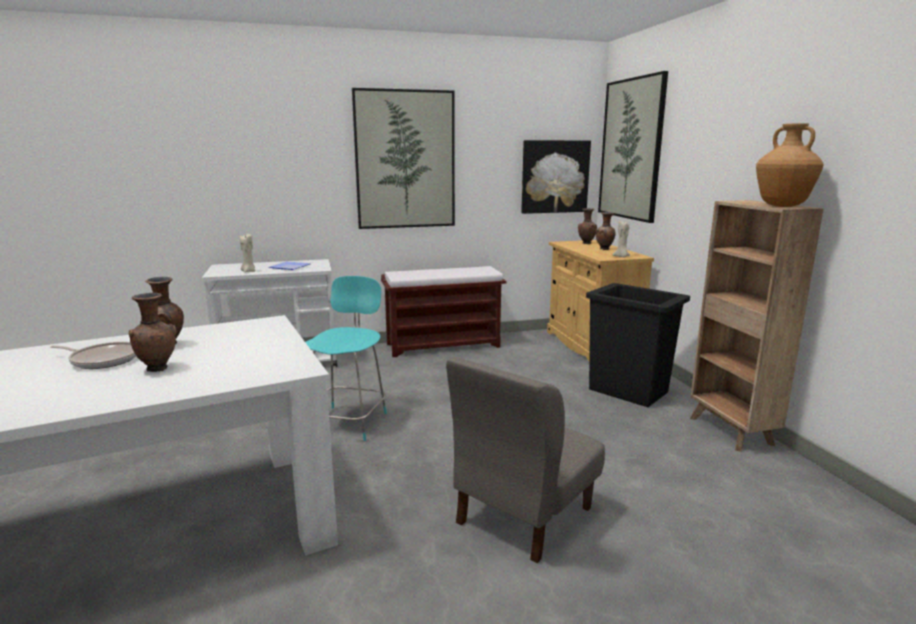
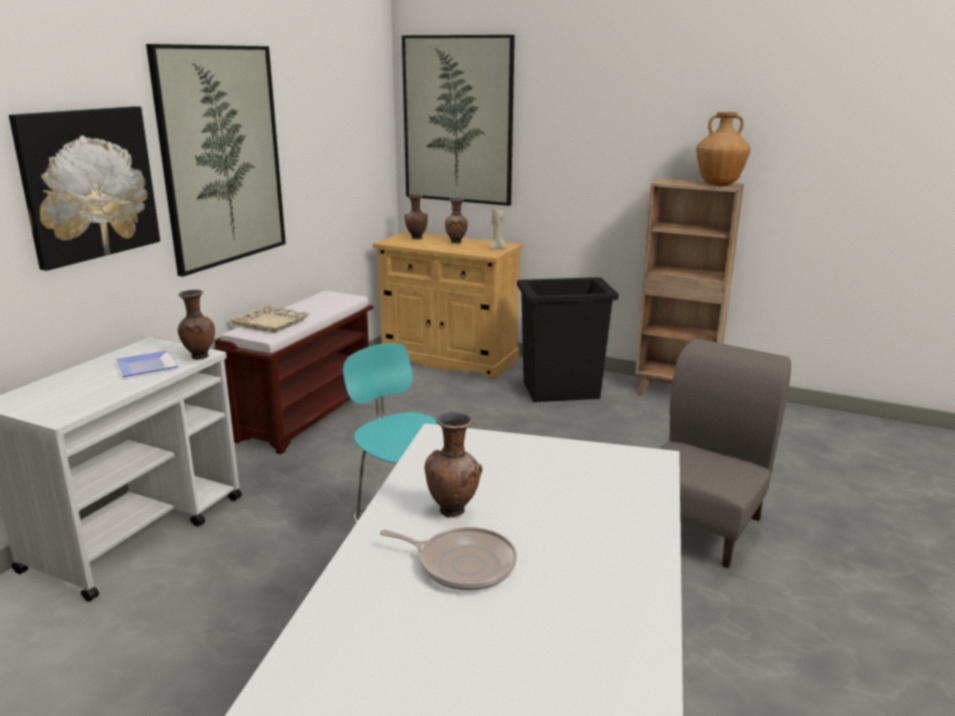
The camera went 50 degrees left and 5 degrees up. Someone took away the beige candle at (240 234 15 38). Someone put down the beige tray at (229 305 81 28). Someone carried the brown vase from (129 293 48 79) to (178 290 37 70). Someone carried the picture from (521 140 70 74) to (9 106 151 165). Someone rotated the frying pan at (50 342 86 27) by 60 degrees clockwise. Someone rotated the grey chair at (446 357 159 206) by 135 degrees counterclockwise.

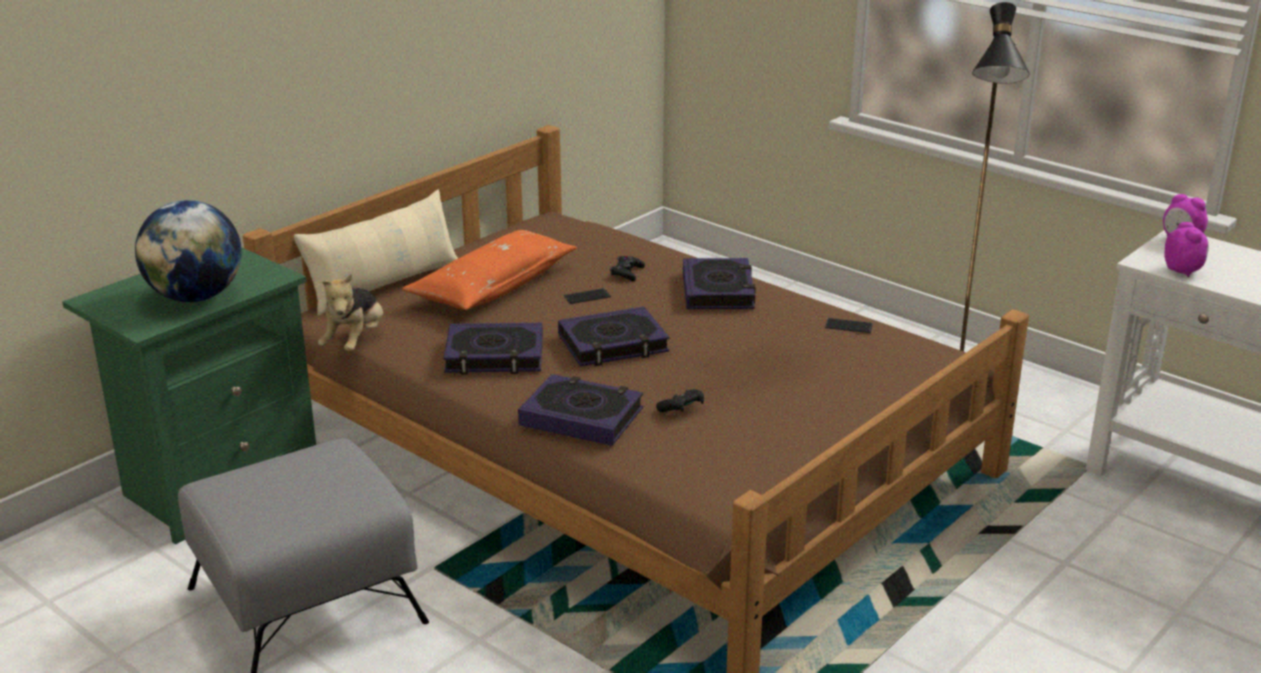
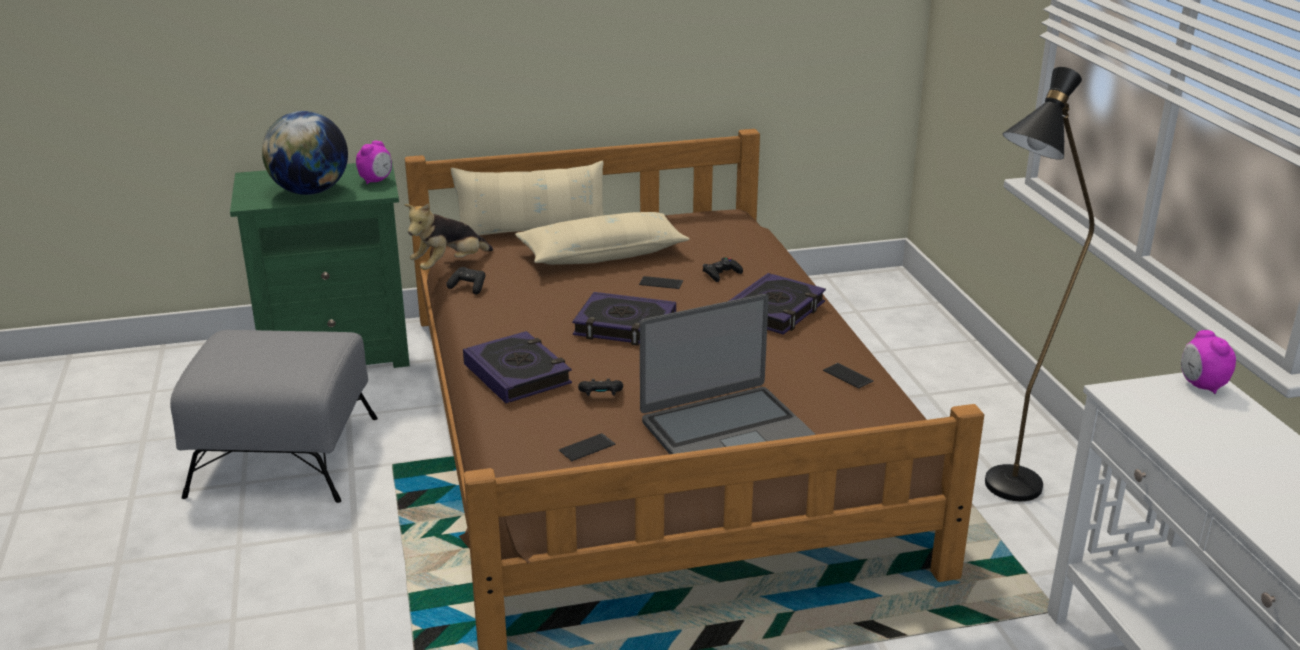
The camera went 35 degrees right and 0 degrees up. Someone took away the book at (443 323 100 52). Someone put down the black game controller at (446 267 39 28). Someone put down the phone at (559 433 57 28). Someone put down the laptop at (640 294 175 160). Someone carried the alarm clock from (1165 222 44 55) to (356 141 36 43). Someone repainted the orange pillow at (402 230 175 80), which became the beige pillow at (515 212 175 53).

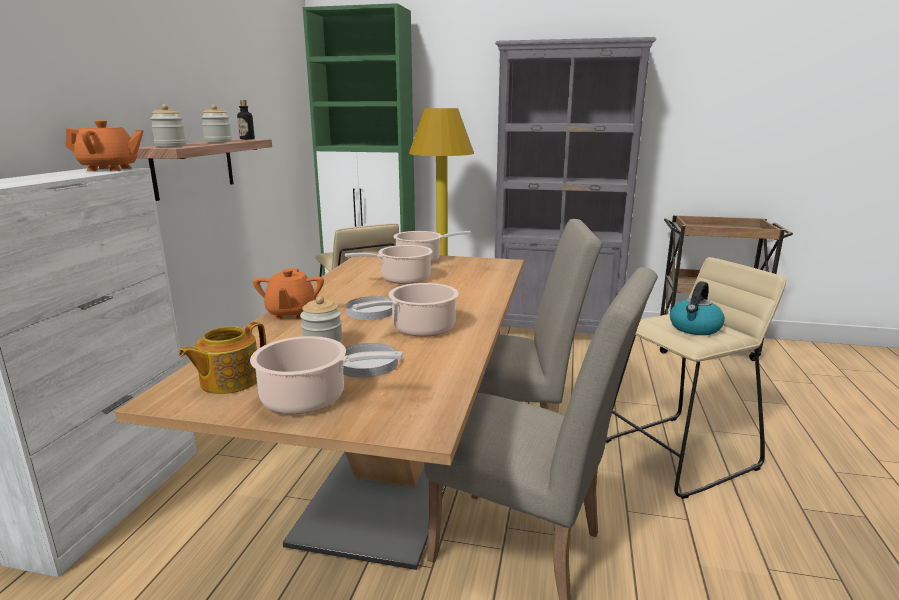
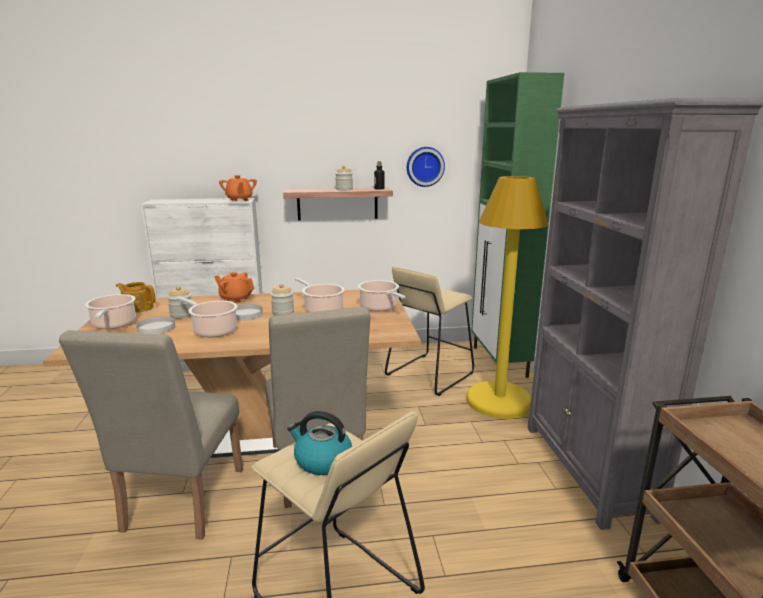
The camera went 70 degrees right and 0 degrees up. Someone put up the wall clock at (407 147 38 40). Someone carried the jar from (150 104 36 43) to (271 284 23 32). Someone rotated the orange teapot at (253 268 71 52) by 45 degrees clockwise.

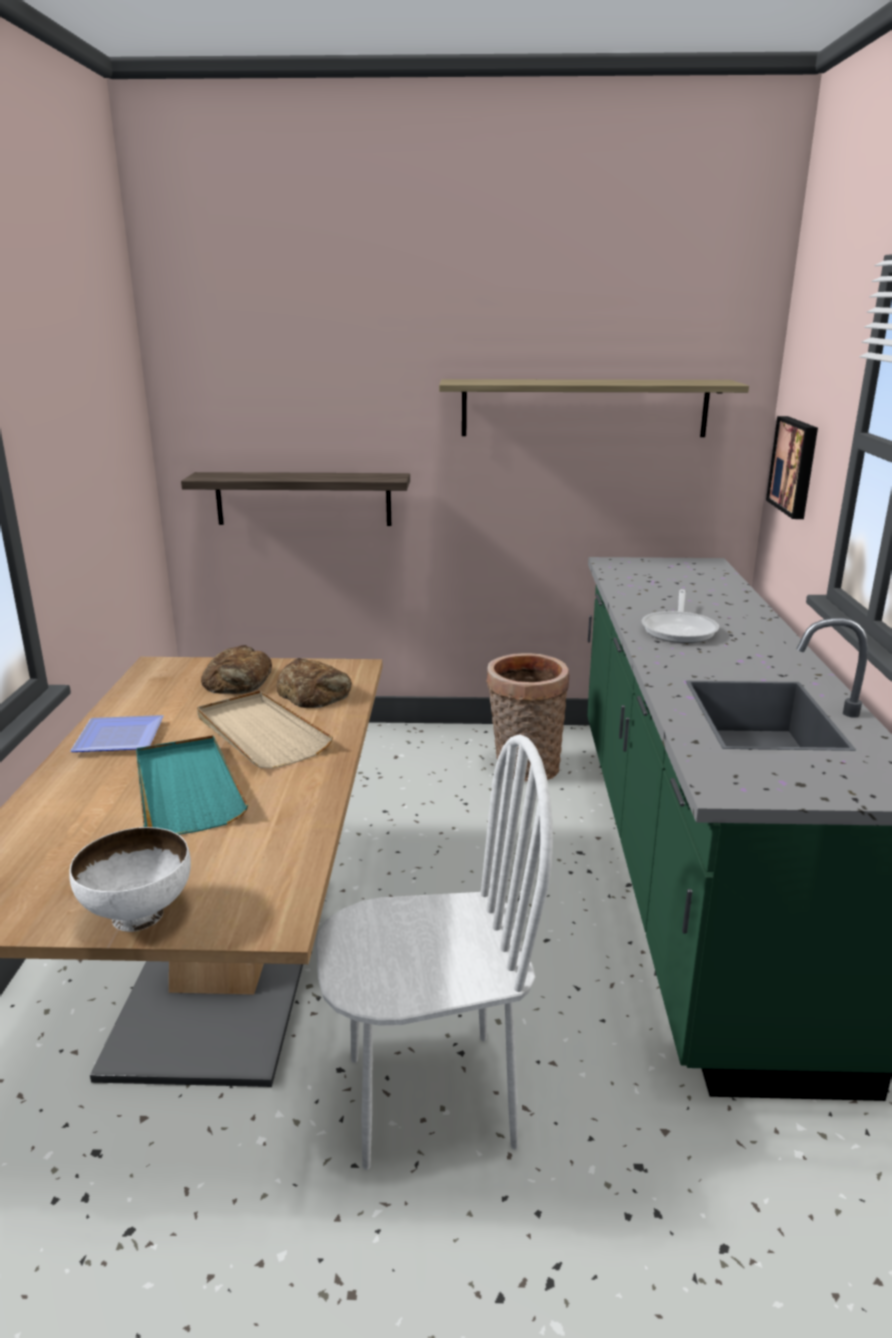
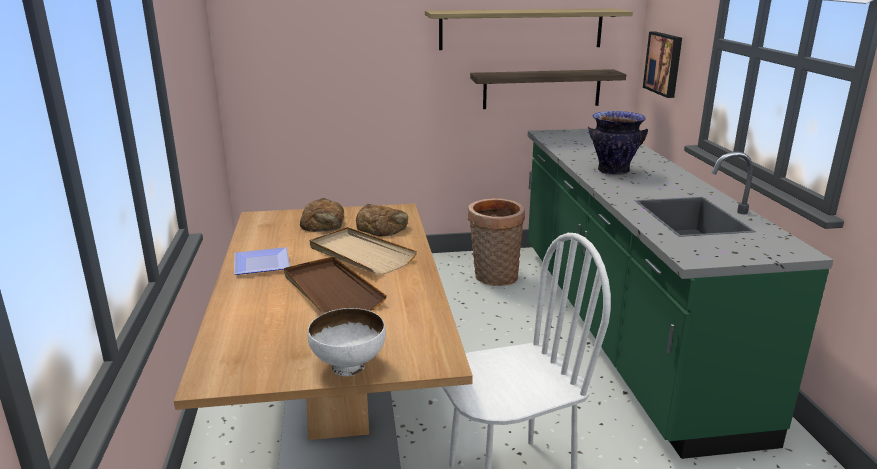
The camera went 10 degrees left and 0 degrees up. Someone carried the shelf from (181 472 229 54) to (470 69 156 40). Someone swapped the frying pan at (642 589 77 54) for the vase at (588 111 60 64). Someone repainted the turquoise tray at (136 735 112 100), which became the brown tray at (284 256 103 58).

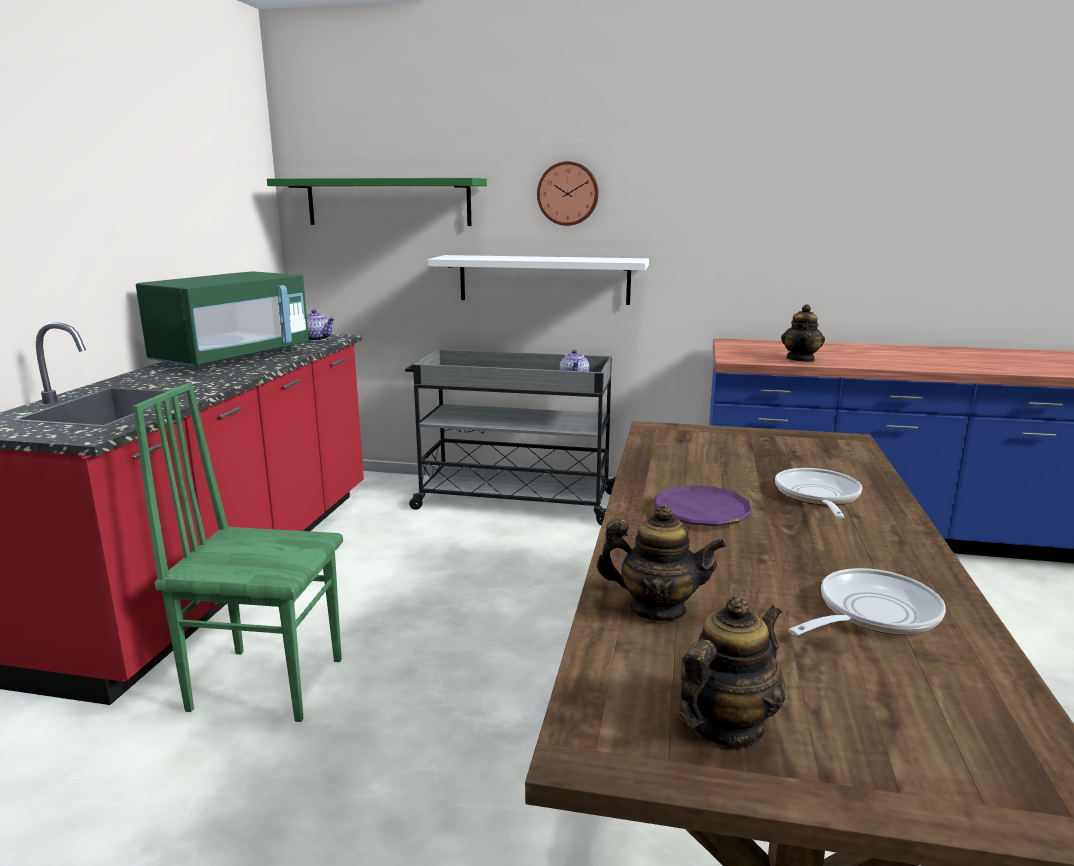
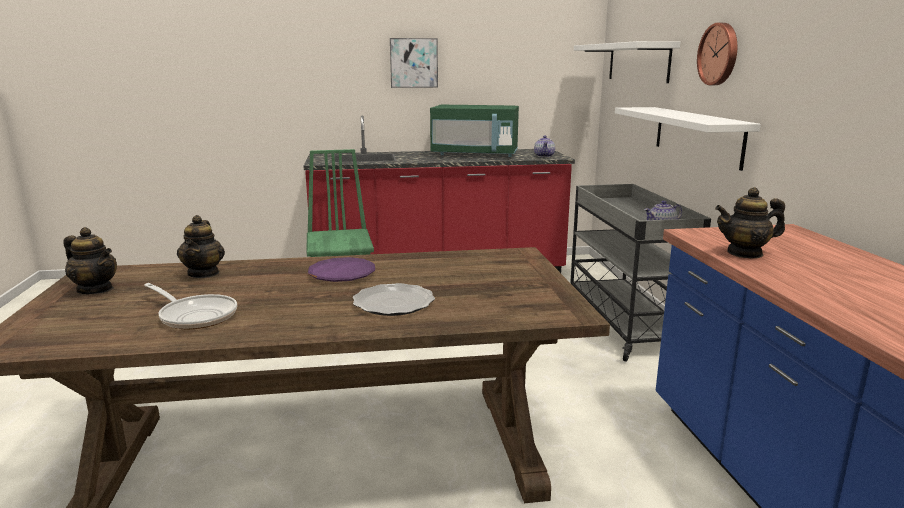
The camera went 70 degrees right and 0 degrees up. Someone put up the picture at (390 38 48 50). Someone swapped the frying pan at (775 468 87 50) for the plate at (353 283 82 33). Someone repainted the green shelf at (267 178 220 48), which became the white shelf at (574 41 106 42).

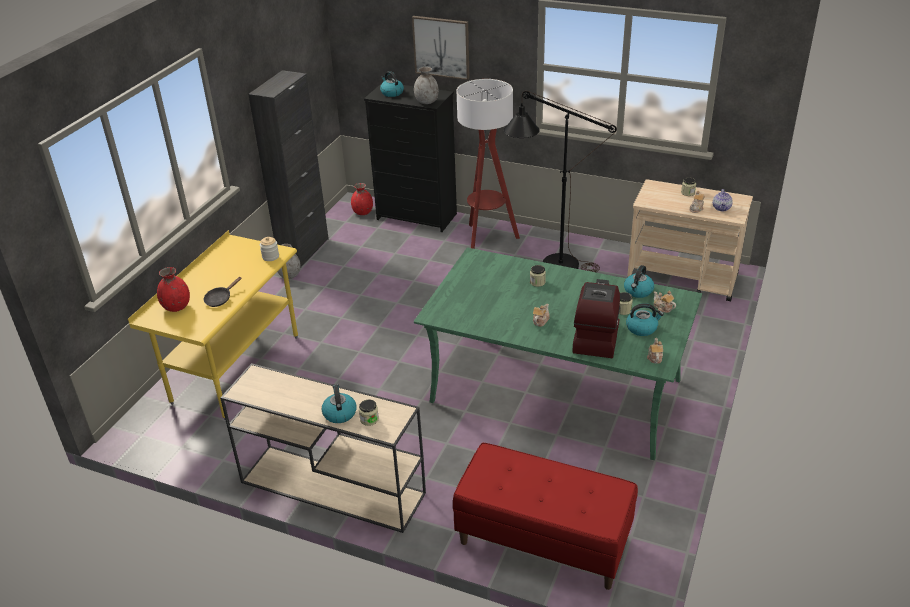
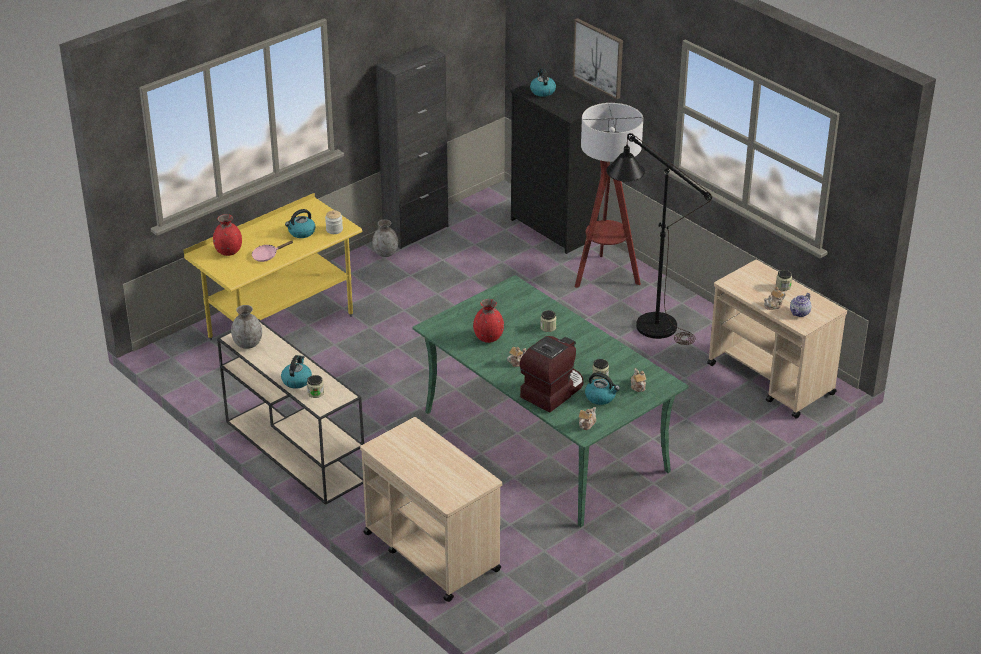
The camera went 25 degrees right and 0 degrees up. Someone carried the red vase from (351 183 22 32) to (473 299 31 44). Someone carried the grey vase from (414 67 25 37) to (231 305 31 44). Someone carried the kettle from (624 265 30 33) to (285 209 31 29). Someone swapped the red bench at (453 443 185 147) for the beige cart at (360 417 142 185). Someone repainted the black frying pan at (204 277 38 30), which became the pink frying pan at (252 240 41 22).

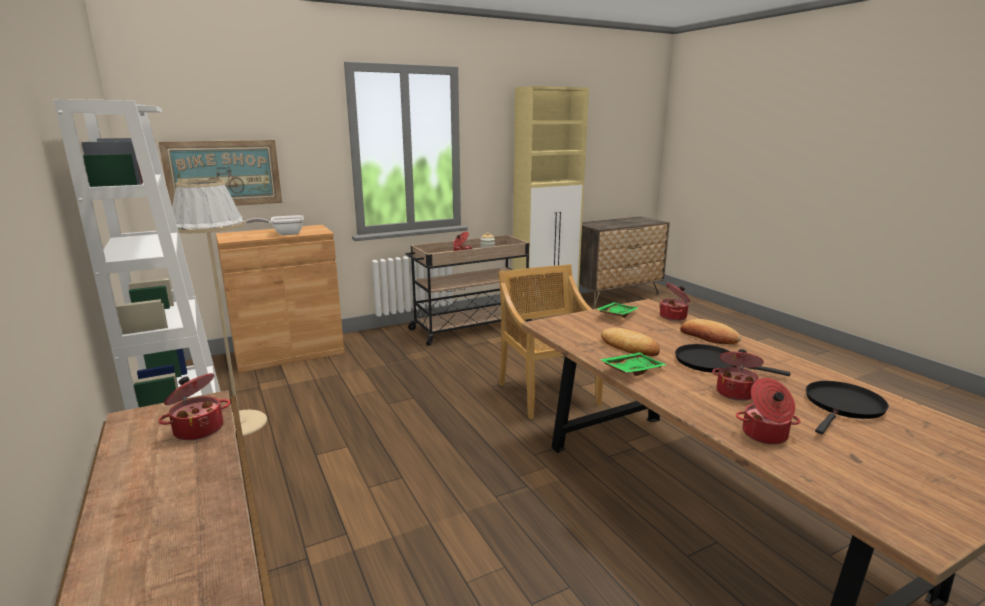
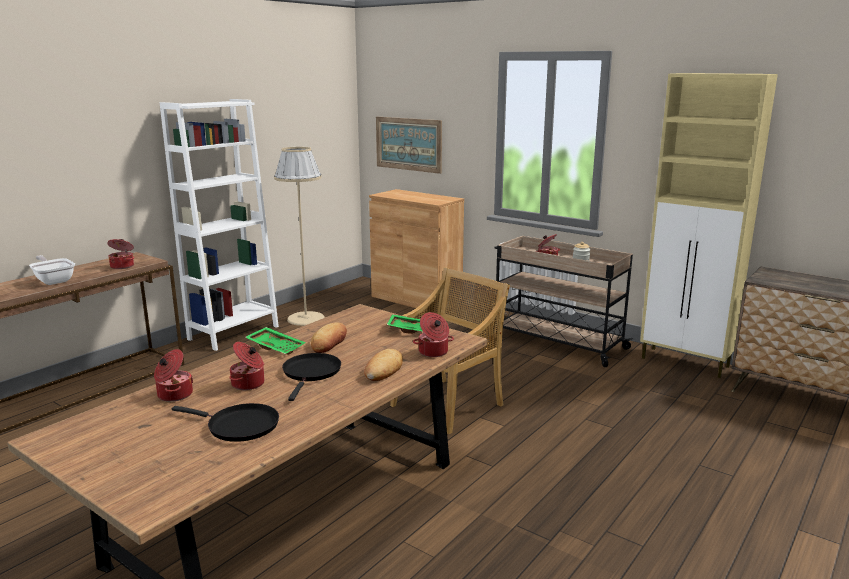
The camera went 65 degrees right and 0 degrees up. Someone carried the frying pan from (246 215 58 20) to (29 255 46 30).

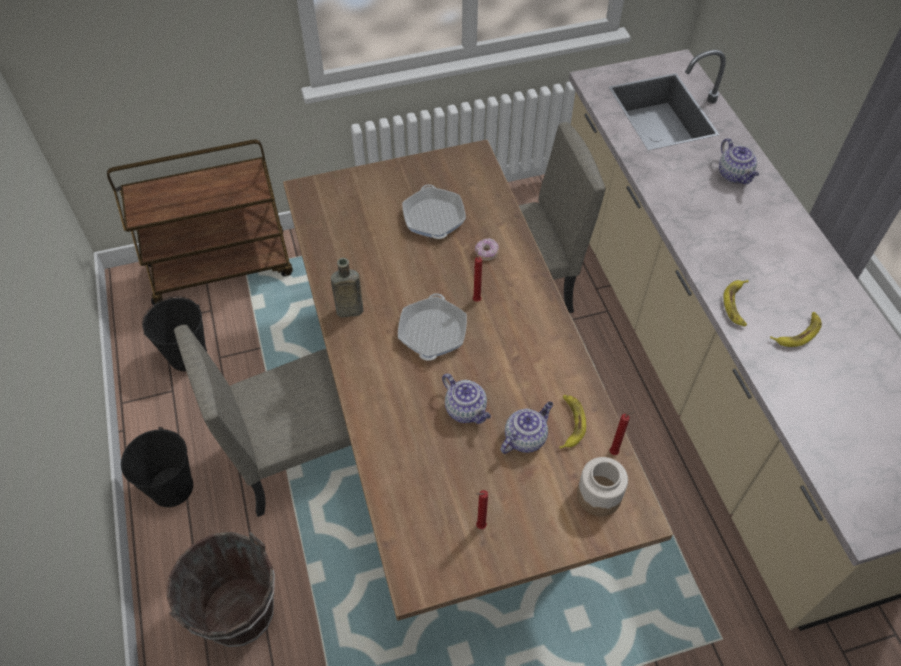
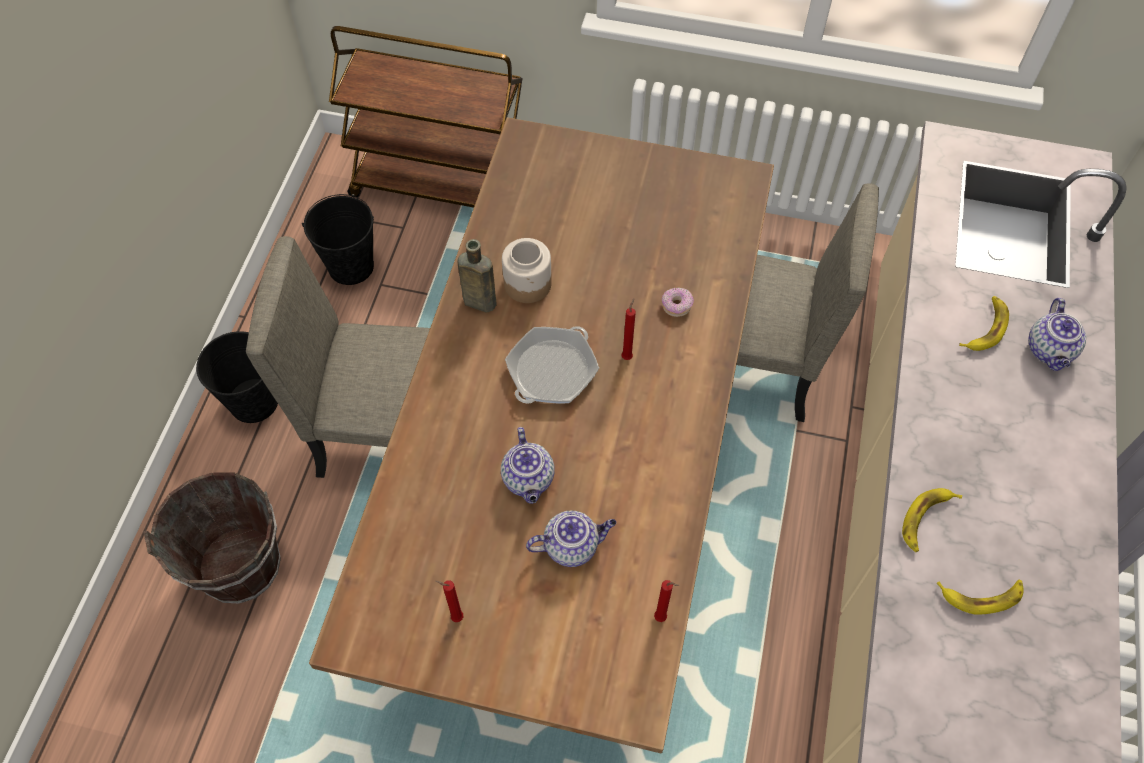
The camera went 30 degrees right and 5 degrees up. Someone took away the frying pan at (402 184 64 55). Someone carried the banana from (559 395 27 54) to (959 296 50 55). Someone carried the jar from (577 457 51 59) to (502 238 50 65).

